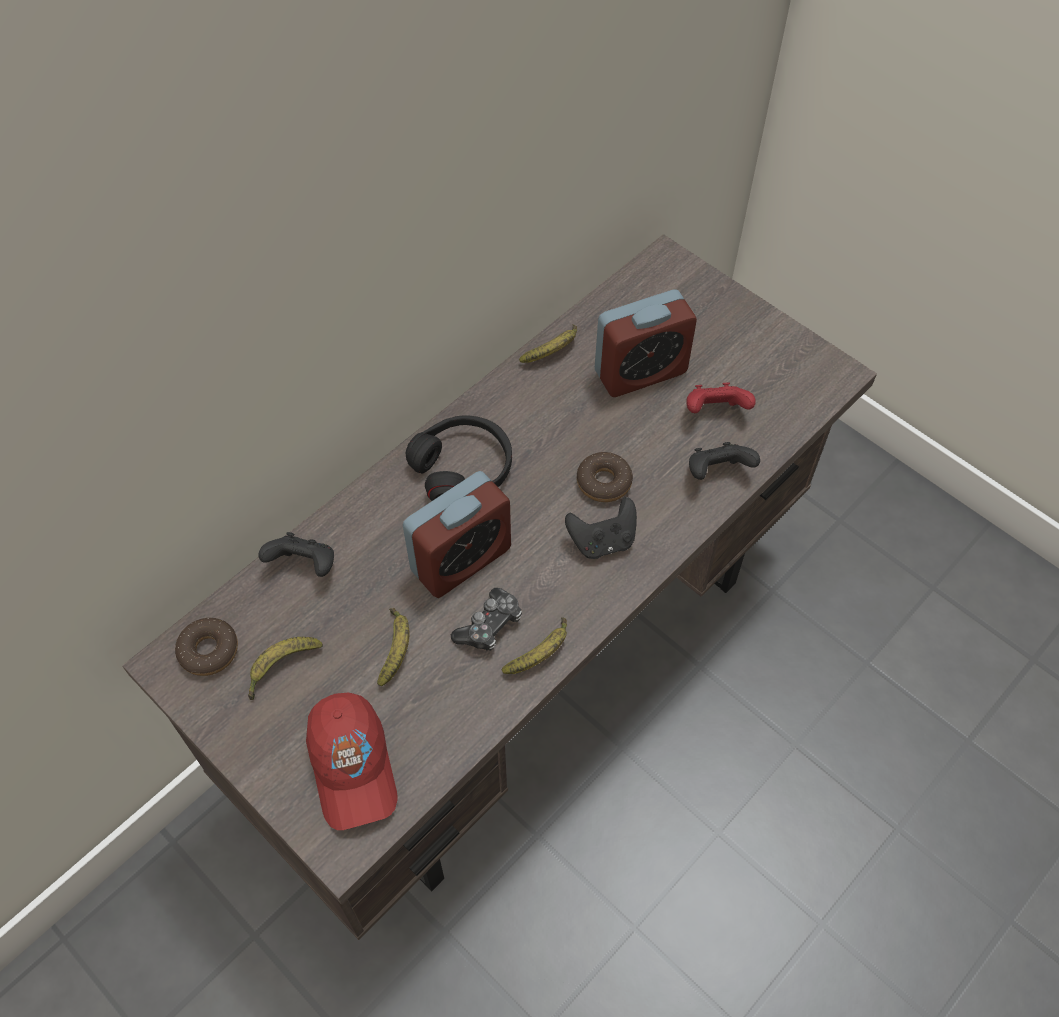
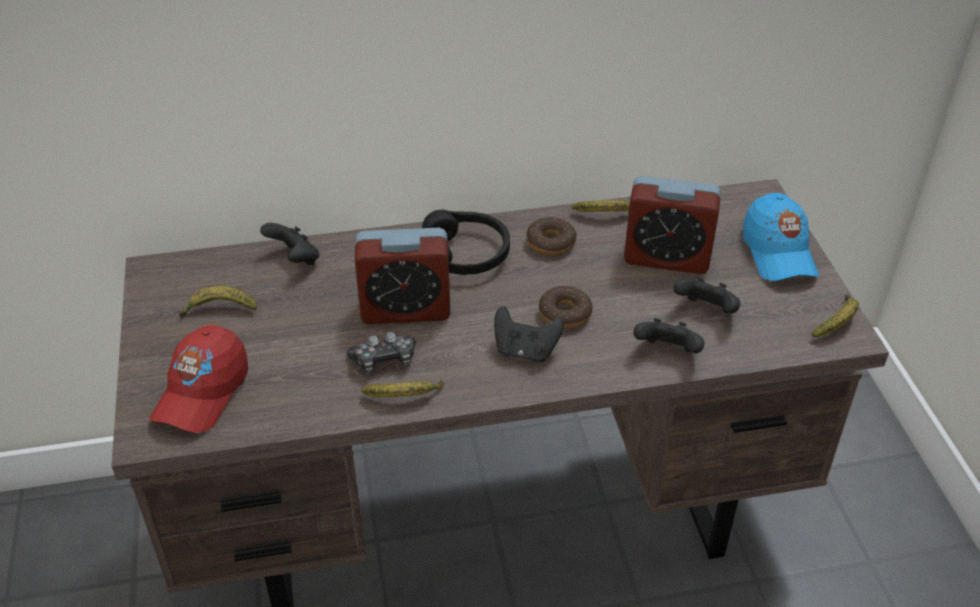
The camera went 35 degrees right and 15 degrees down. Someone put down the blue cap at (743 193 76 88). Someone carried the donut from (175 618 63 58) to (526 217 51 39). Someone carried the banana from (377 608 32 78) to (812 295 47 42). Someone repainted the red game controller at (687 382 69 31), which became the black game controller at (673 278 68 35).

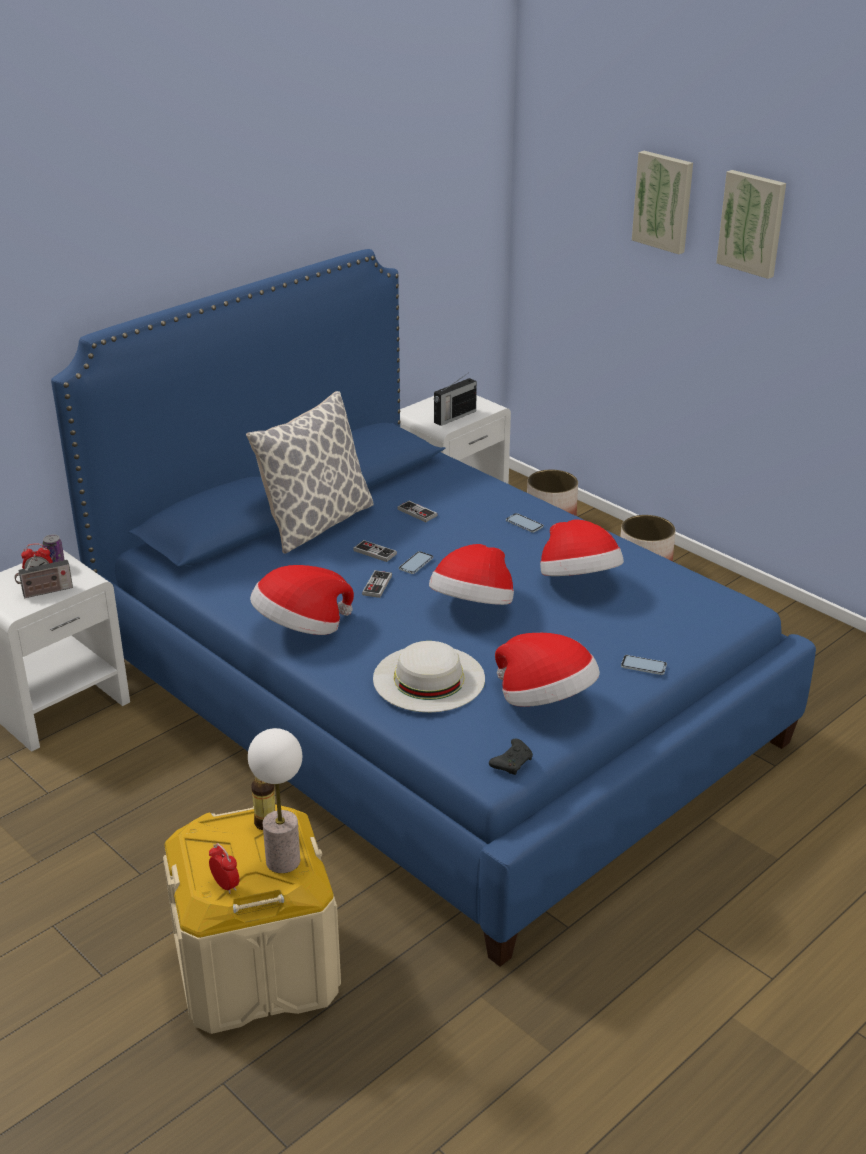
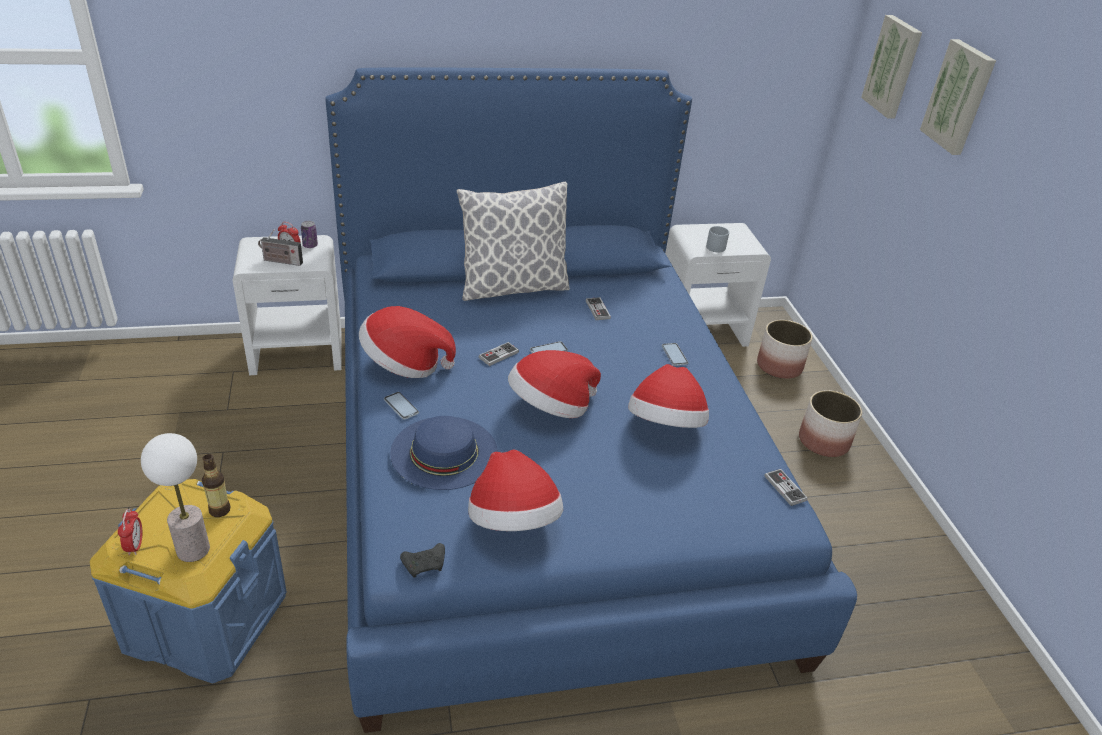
The camera went 30 degrees right and 5 degrees up. Someone carried the game controller from (353 540 44 22) to (764 469 44 37). Someone carried the phone from (621 655 46 20) to (384 392 35 28). Someone carried the picture from (716 170 70 109) to (861 15 61 103). Someone swapped the radio at (434 373 43 53) for the grey mug at (706 226 23 27). Someone repainted the beige storage box at (163 804 178 230), which became the blue storage box at (90 479 197 205). Someone repainted the white hat at (373 641 112 71), which became the blue hat at (390 416 108 74).

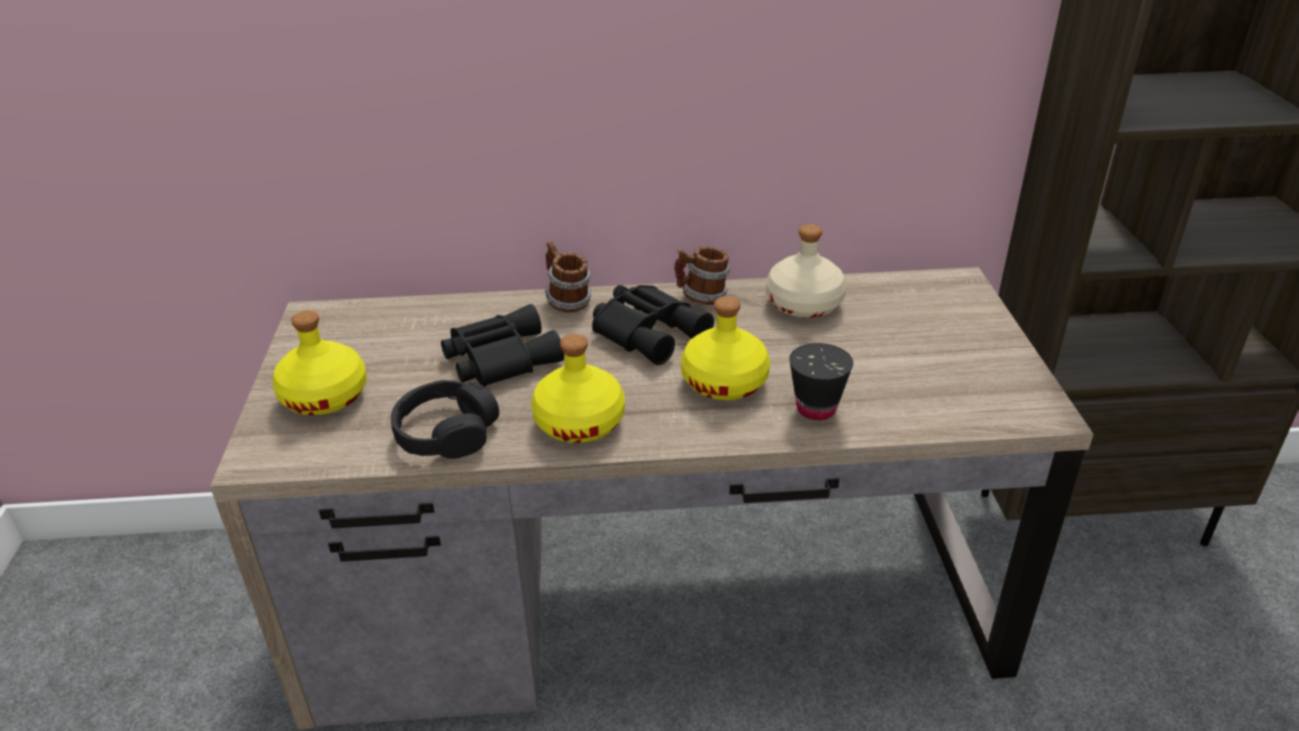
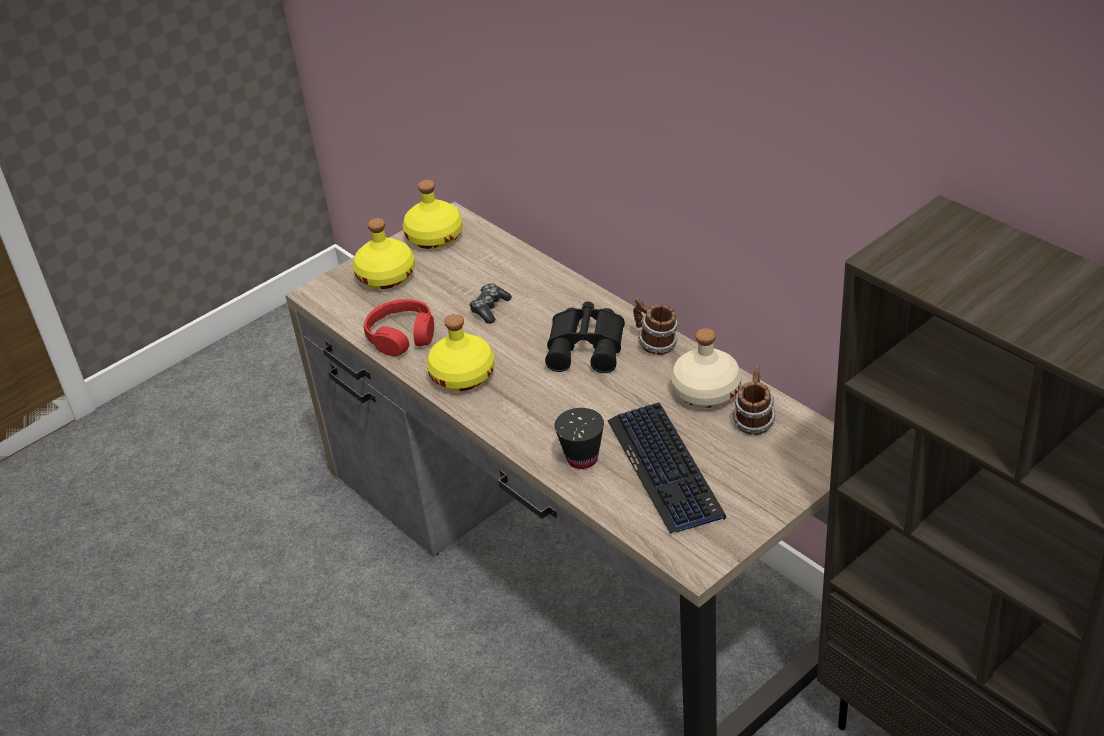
The camera went 55 degrees right and 5 degrees up. Someone put down the keyboard at (608 403 118 131). Someone carried the mug from (545 241 46 71) to (732 366 44 69). Someone carried the yellow bottle from (681 296 89 104) to (403 180 60 69). Someone swapped the black binoculars at (441 304 123 83) for the game controller at (469 283 43 41). Someone repainted the black headphones at (391 380 108 79), which became the red headphones at (364 299 70 57).

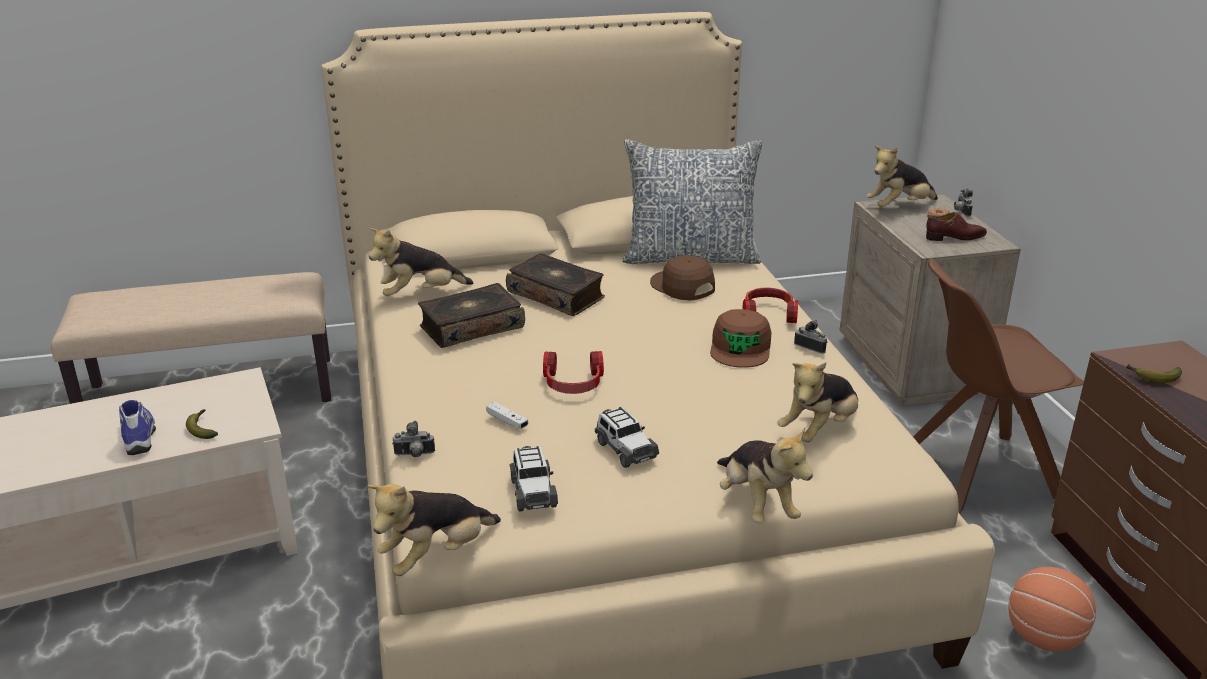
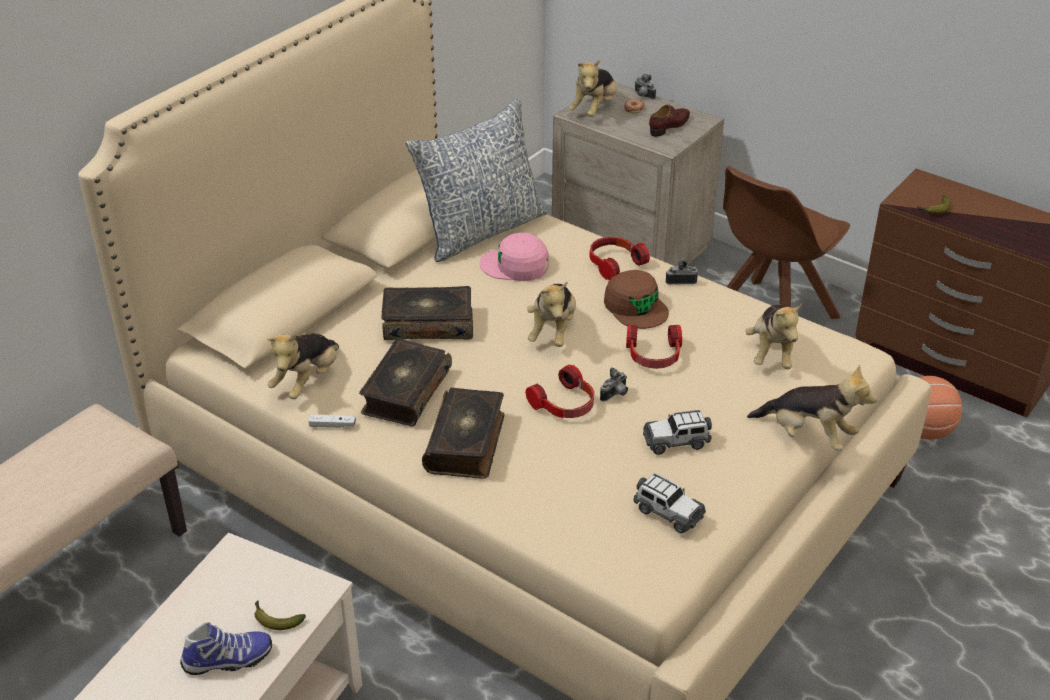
The camera went 40 degrees left and 10 degrees up. Someone put down the book at (422 388 82 91). Someone put down the headphones at (626 325 56 44). Someone carried the plush toy from (367 484 134 92) to (527 282 49 65). Someone carried the photo camera from (392 421 43 36) to (600 368 28 33). Someone carried the white game controller from (486 402 42 27) to (308 415 48 13). Someone repainted the brown cap at (650 255 65 45), which became the pink cap at (480 233 69 48). Someone rotated the shoe at (119 400 37 55) by 135 degrees clockwise. Someone rotated the toy car at (595 407 64 61) by 150 degrees clockwise.

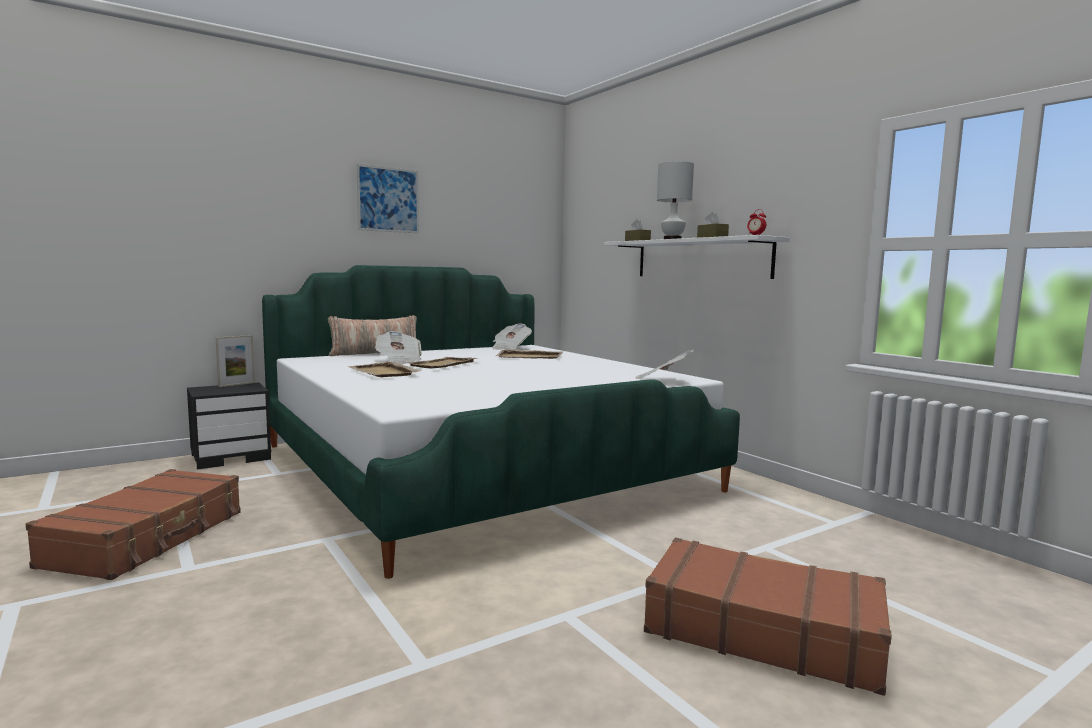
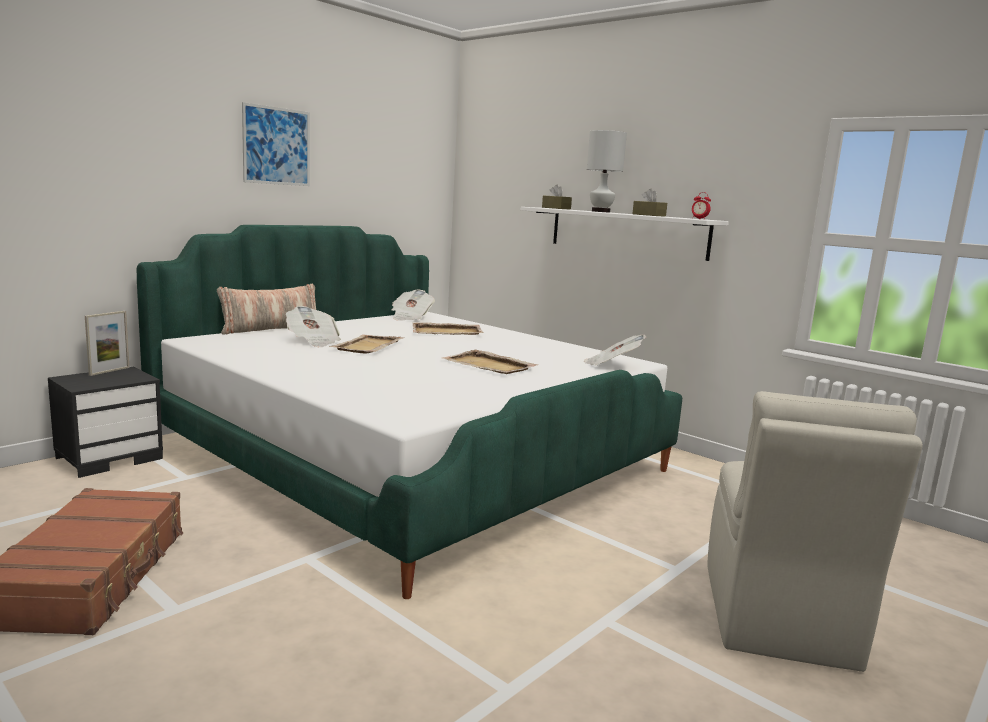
The camera went 15 degrees left and 5 degrees up. Someone carried the beige tray from (347 361 73 16) to (443 350 95 24). Someone swapped the brown suitcase at (644 538 248 158) for the beige chair at (707 391 216 281).

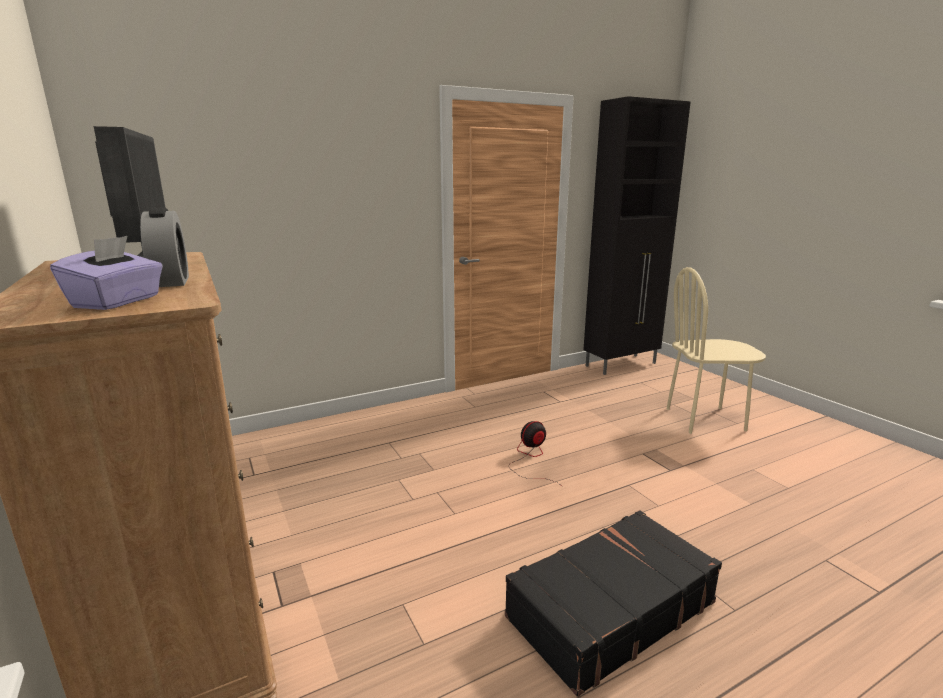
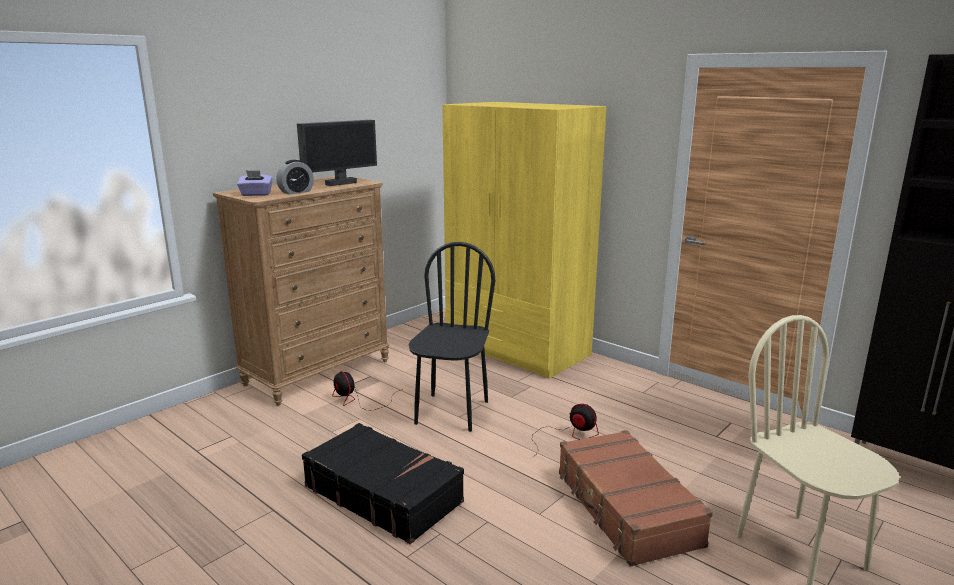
The camera went 70 degrees right and 0 degrees up. Someone put down the fan at (332 371 71 40). Someone put down the black chair at (408 242 87 190). Someone put down the yellow wardrobe at (442 102 165 277). Someone put down the brown suitcase at (559 430 154 136).

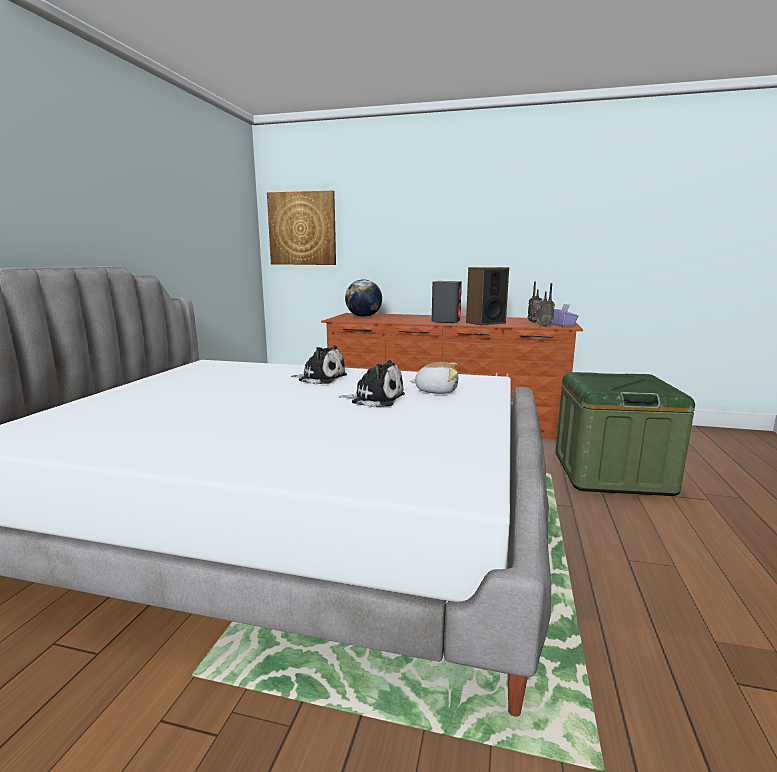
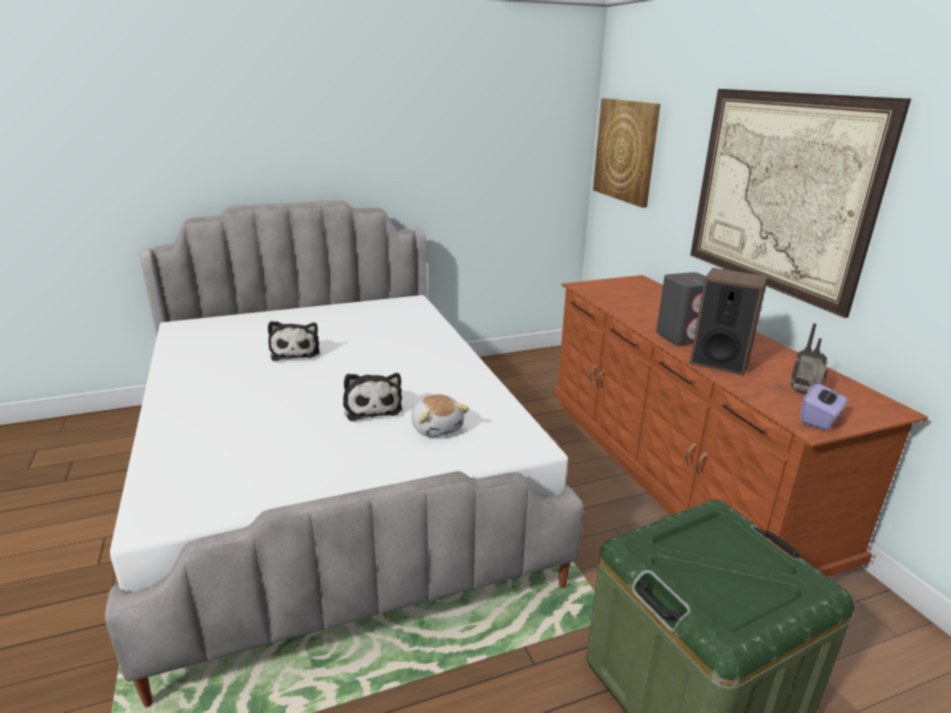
The camera went 55 degrees right and 10 degrees up. Someone took away the globe at (345 279 37 38). Someone took away the radio at (535 283 20 44). Someone put up the picture at (690 89 221 229). Someone carried the plush toy from (291 345 56 39) to (268 321 52 40).

